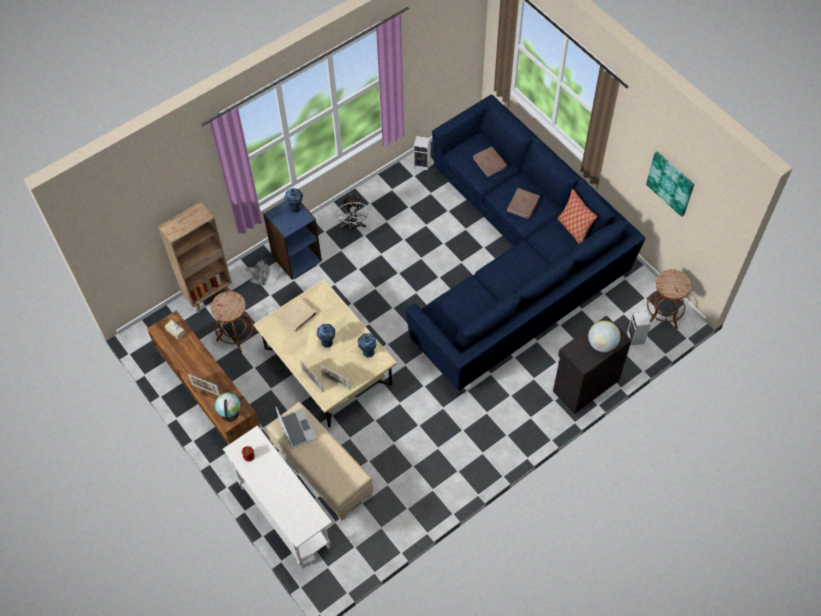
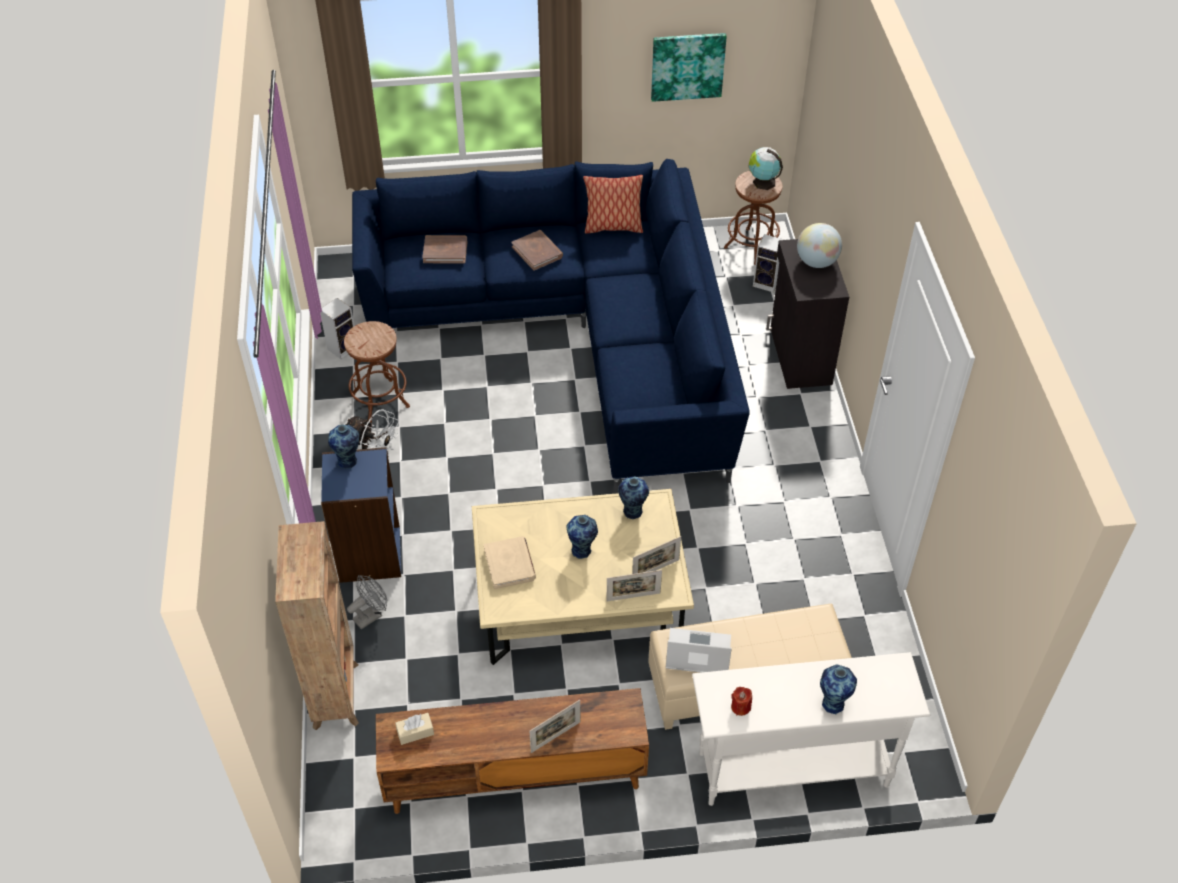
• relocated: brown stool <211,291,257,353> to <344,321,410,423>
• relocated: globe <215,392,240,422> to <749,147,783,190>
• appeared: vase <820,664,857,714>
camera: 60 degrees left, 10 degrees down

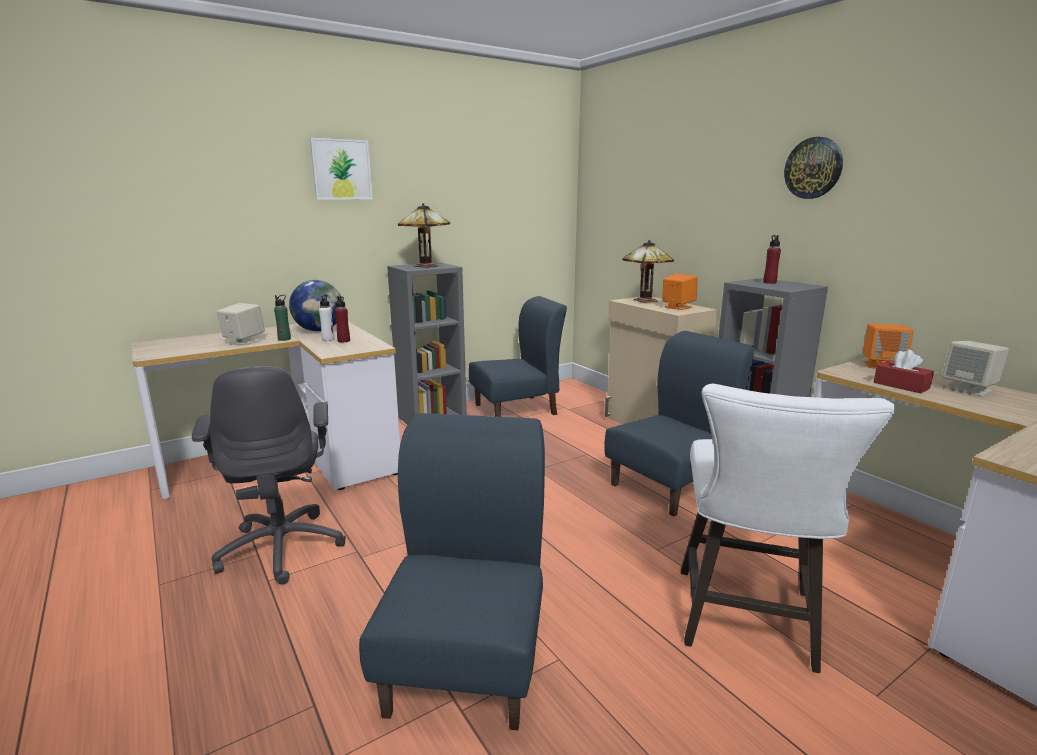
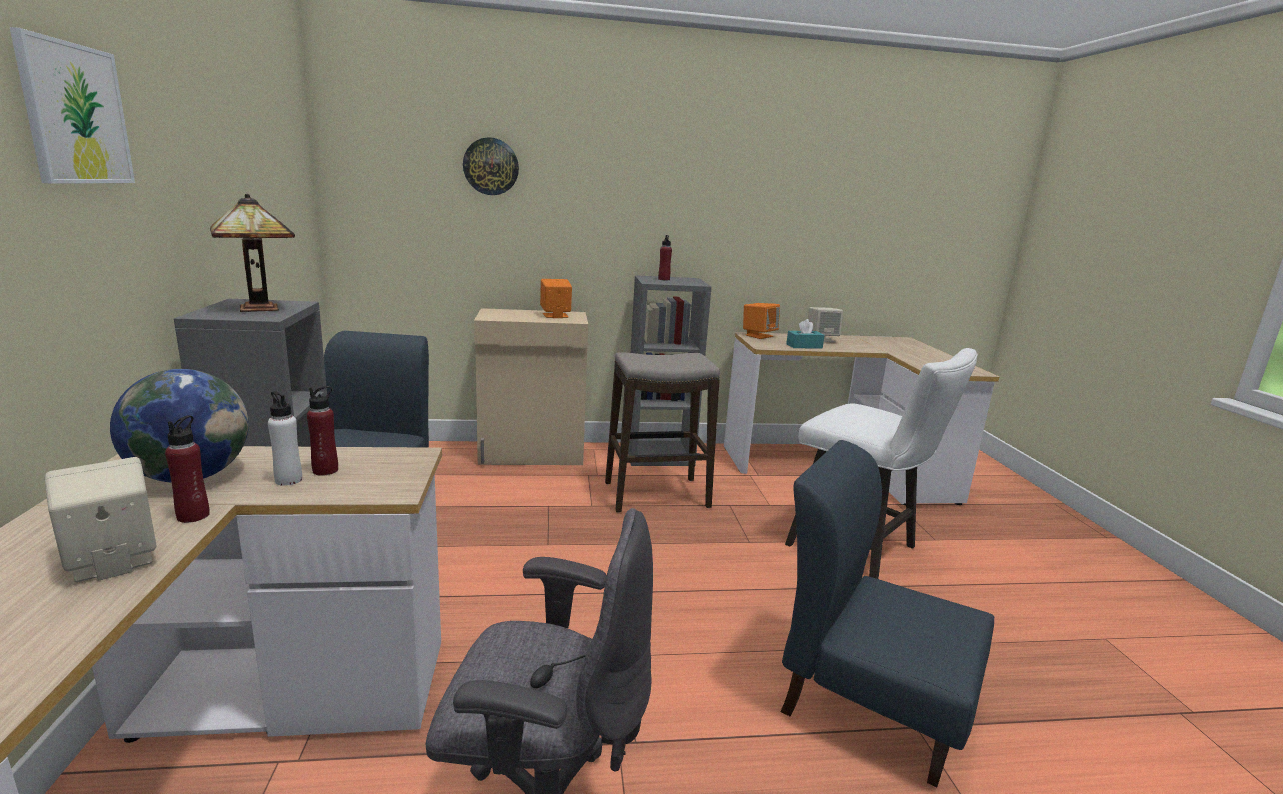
• colour: green bottle <274,295,291,341> to red bottle <165,415,210,523>
• exchanged: blue chair <604,331,754,517> to stool <605,352,720,513>
• missing: table lamp <622,240,674,303>
• relocated: wall clock <784,137,843,199> to <463,137,519,195>
• colour: red tissue box <874,350,934,393> to turquoise tissue box <786,319,825,348>
camera: 65 degrees left, 0 degrees up

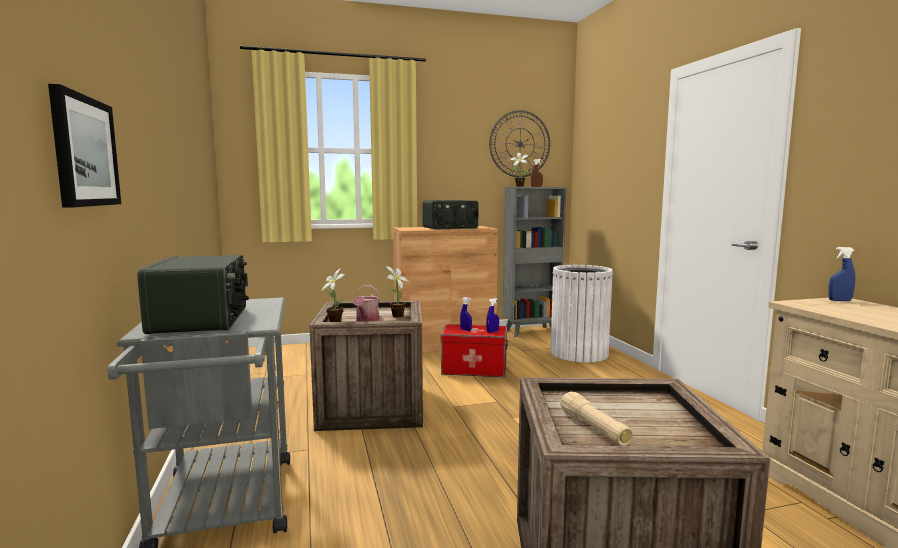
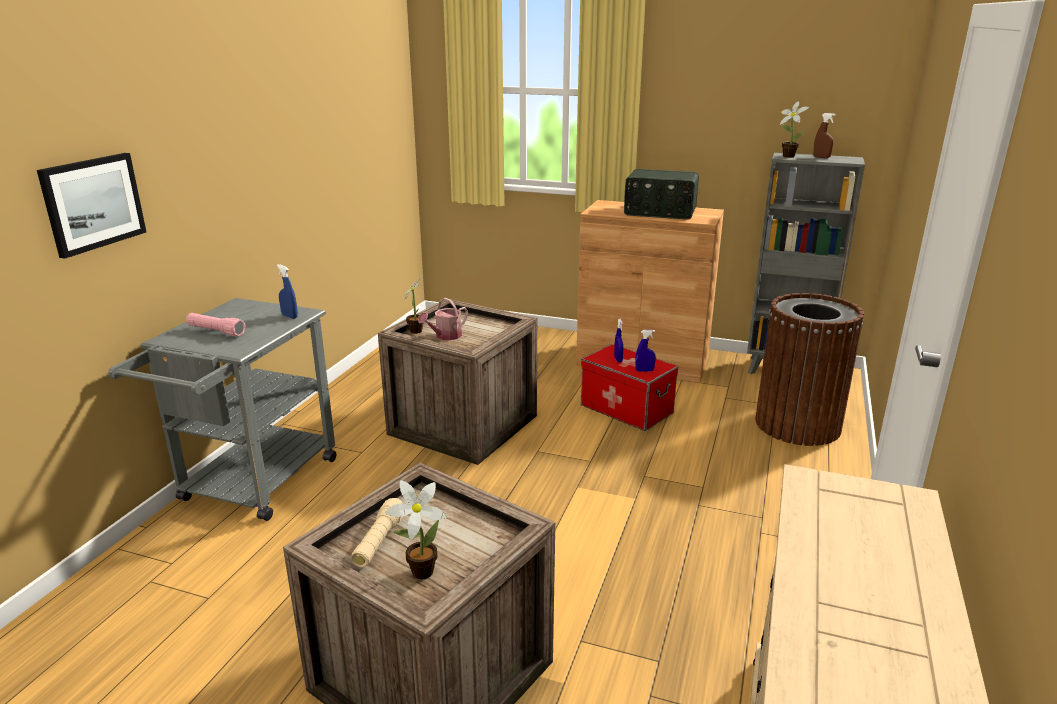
• exchanged: radio <137,255,249,334> to pink flashlight <186,313,246,336>
• relocated: potted plant <386,266,409,317> to <385,480,447,580>
• missing: wall clock <489,110,550,177>
• colour: white trash can <551,265,613,362> to brown trash can <755,293,864,446>
• relocated: blue spray bottle <828,247,855,301> to <277,264,298,319>
camera: 35 degrees right, 15 degrees up

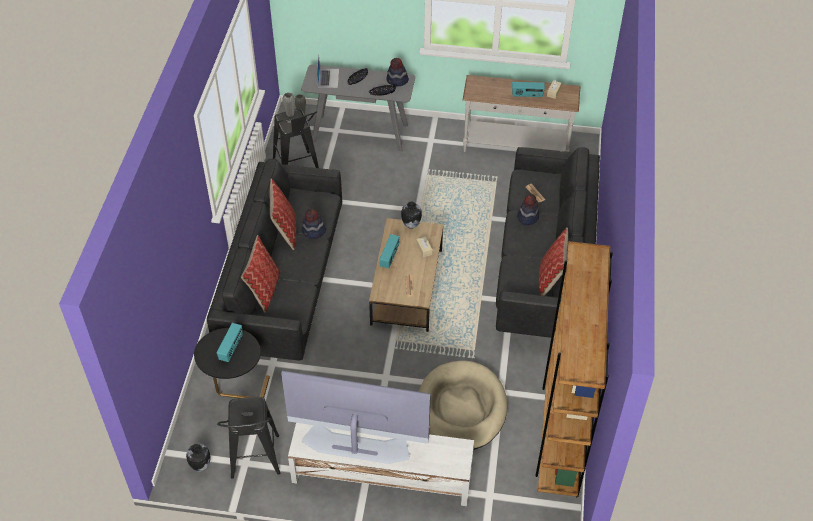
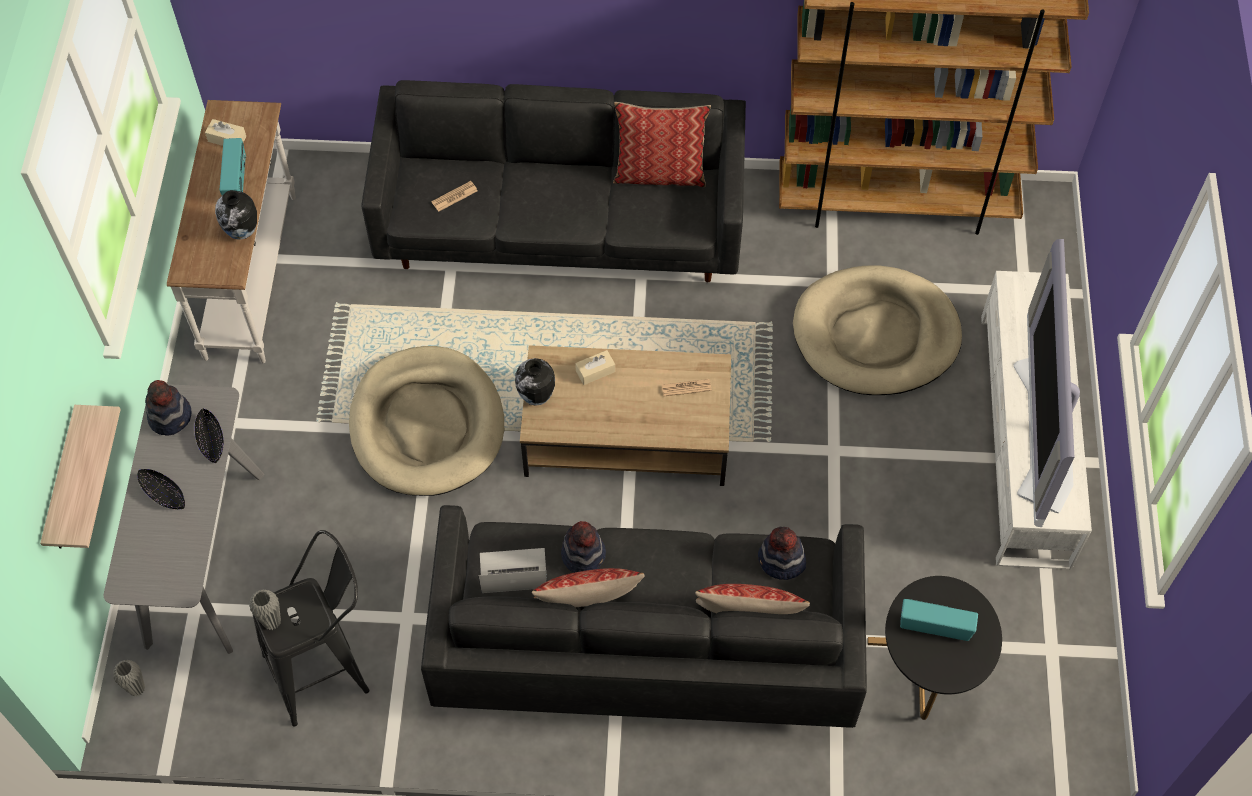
• relocated: vase <186,444,211,472> to <215,190,257,240>
• missing: black stool <217,397,280,479>
• relocated: laptop <317,56,339,88> to <479,548,547,593>
• missing: radio <380,234,400,268>
• relocated: hat <517,194,539,225> to <758,527,806,580>
• appeared: shelf <40,405,121,548>
• appeared: beige dog bed <349,346,504,496>
camera: 95 degrees left, 10 degrees up

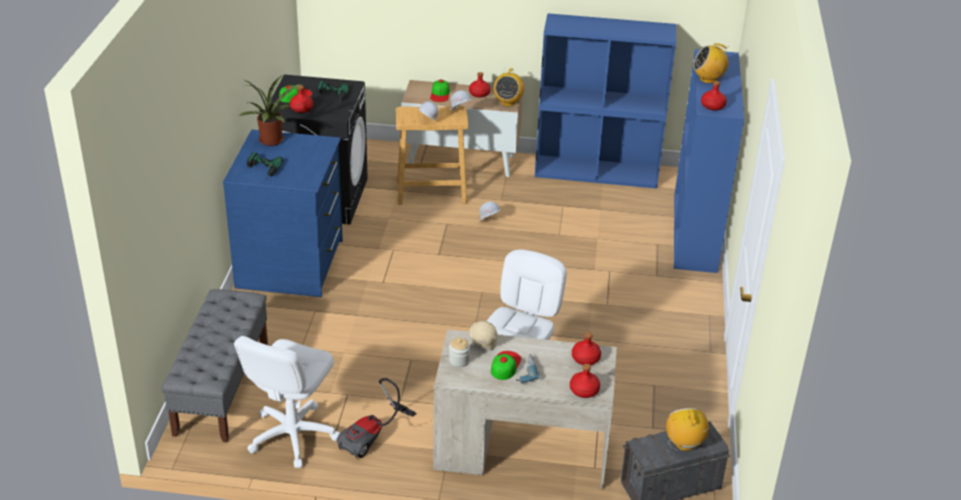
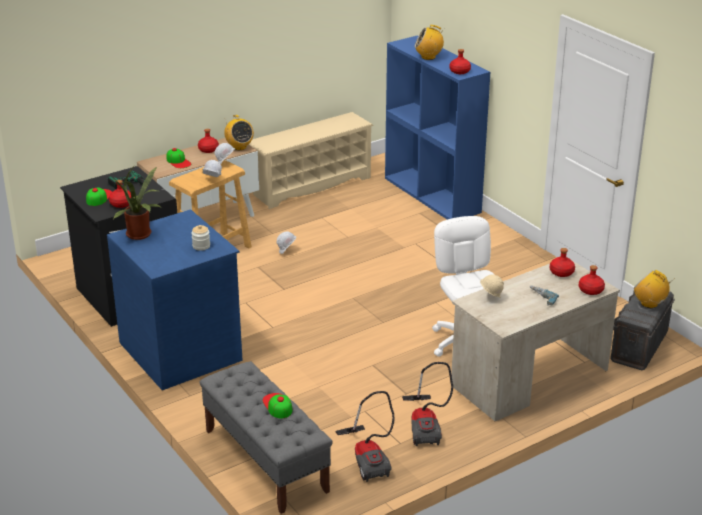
• exchanged: white office chair <234,336,340,468> to vacuum cleaner <336,391,394,482>
• missing: power drill <247,152,283,178>
• relocated: jar <449,338,470,367> to <191,225,210,251>
• relocated: cap <491,351,521,380> to <262,393,293,418>
• exchanged: blue bookcase <535,13,676,189> to beige shoe rack <249,112,374,209>
• spun: radio <693,43,728,83> = <415,25,445,60> 45 degrees clockwise
camera: 40 degrees left, 5 degrees down

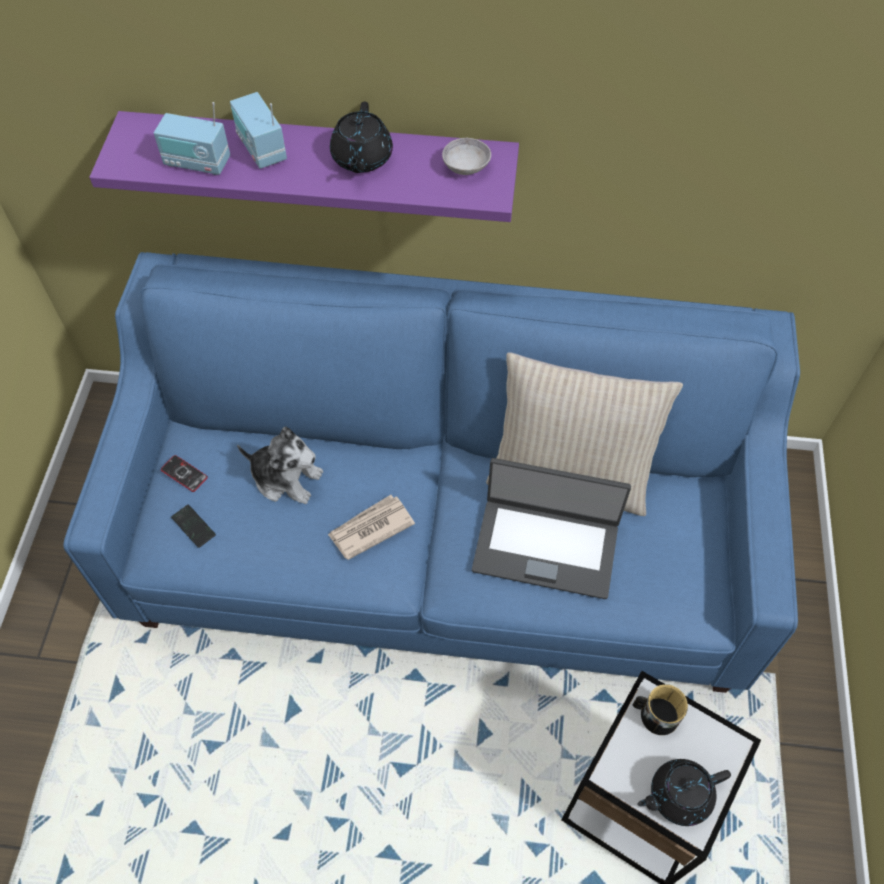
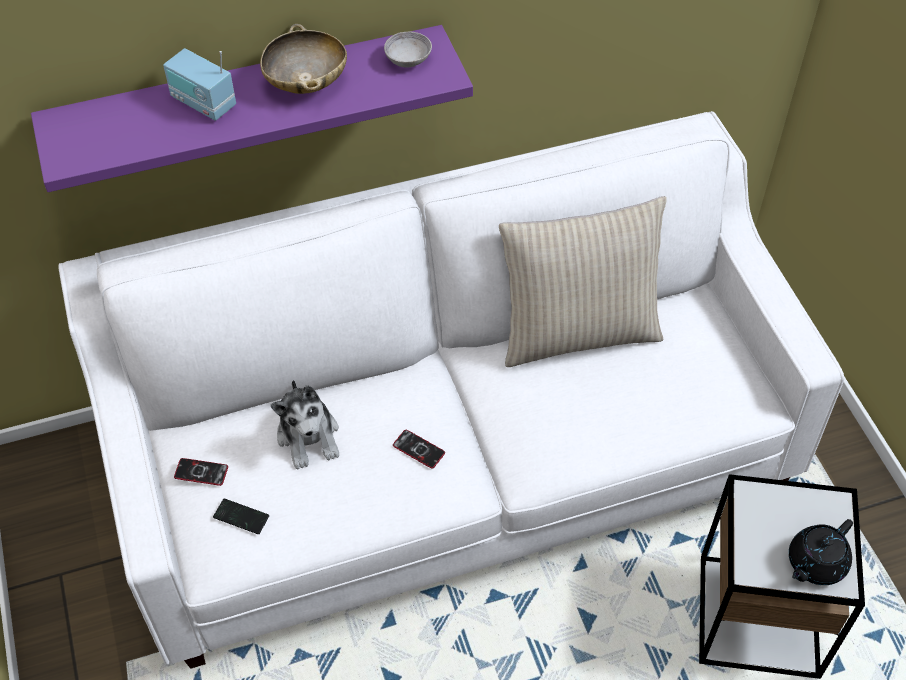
• colour: blue sofa <63,252,800,693> to white sofa <59,111,844,669>
• missing: radio <154,102,230,175>
• spun: plush toy <237,427,323,504> = <271,381,339,470> 75 degrees clockwise
• exchanged: newspaper <328,495,415,560> to phone <393,430,445,469>
• exchanged: black teapot <330,102,393,173> to beige bowl <260,24,347,94>
• missing: laptop <472,458,631,599>
• missing: mug <633,684,688,735>
camera: 25 degrees left, 5 degrees down

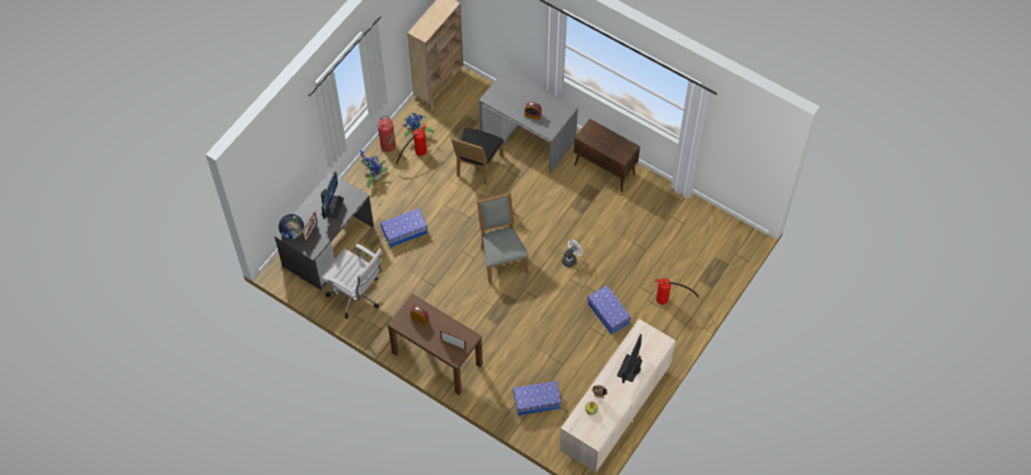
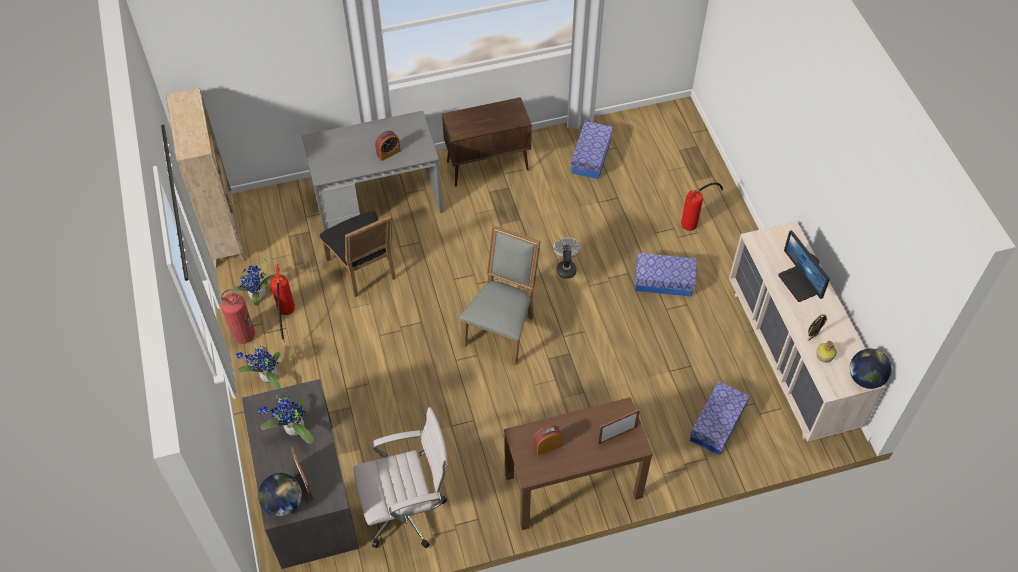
• exchanged: monitor <321,172,344,219> to potted plant <258,395,314,444>
• relocated: storage box <380,208,428,247> to <571,121,613,179>
• spun: grey chair <477,193,529,283> = <460,225,541,365> 90 degrees clockwise
• appeared: globe <850,348,892,389>
camera: 50 degrees left, 5 degrees down

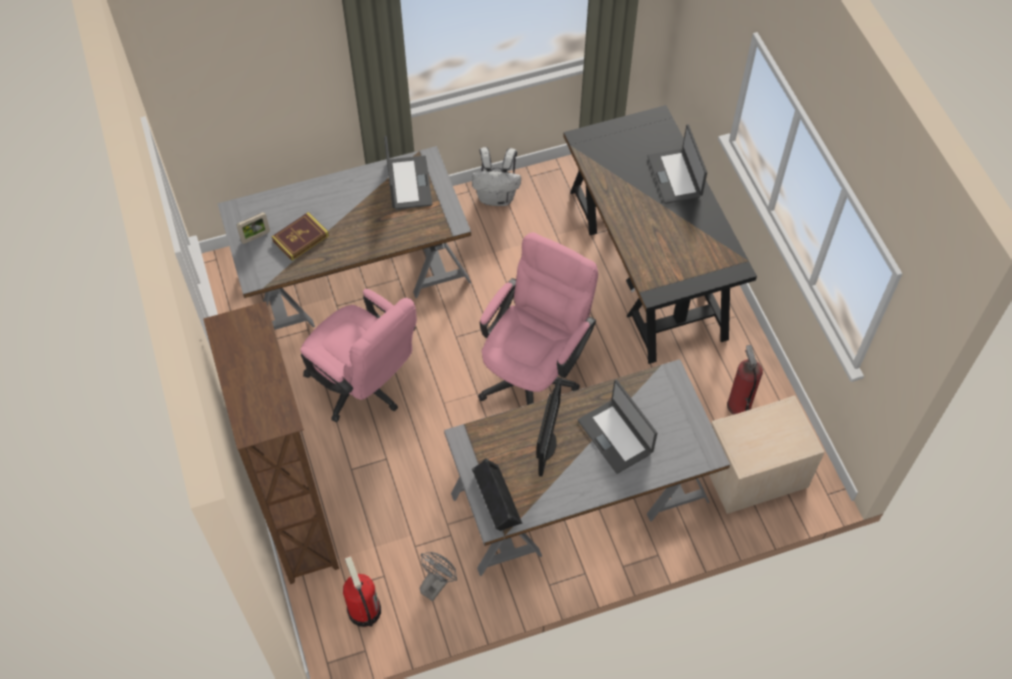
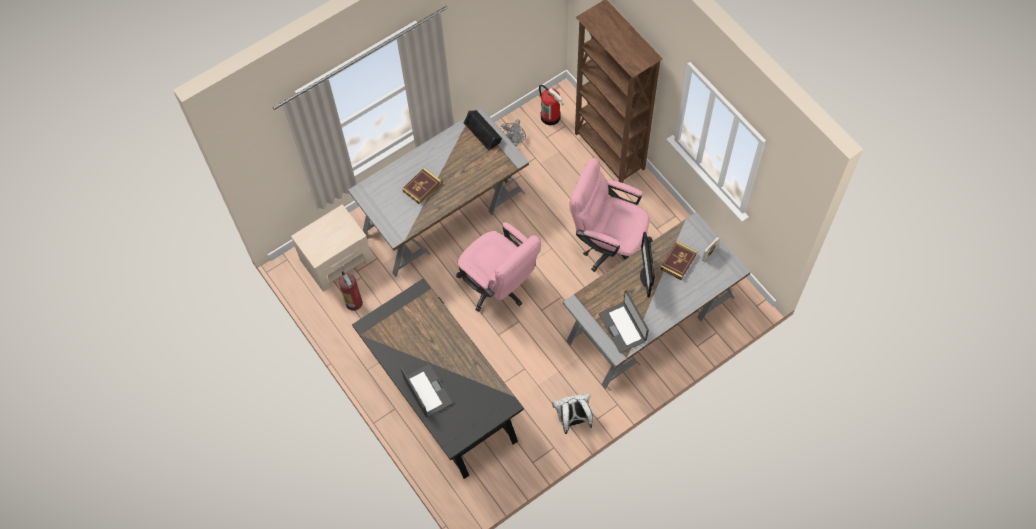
• spun: pink office chair <478,232,598,405> = <456,222,541,312> 60 degrees counterclockwise
• relocated: monitor <536,378,562,477> to <640,232,655,297>
• exchanged: laptop <578,380,657,474> to book <402,168,441,204>
camera: 165 degrees right, 5 degrees up

